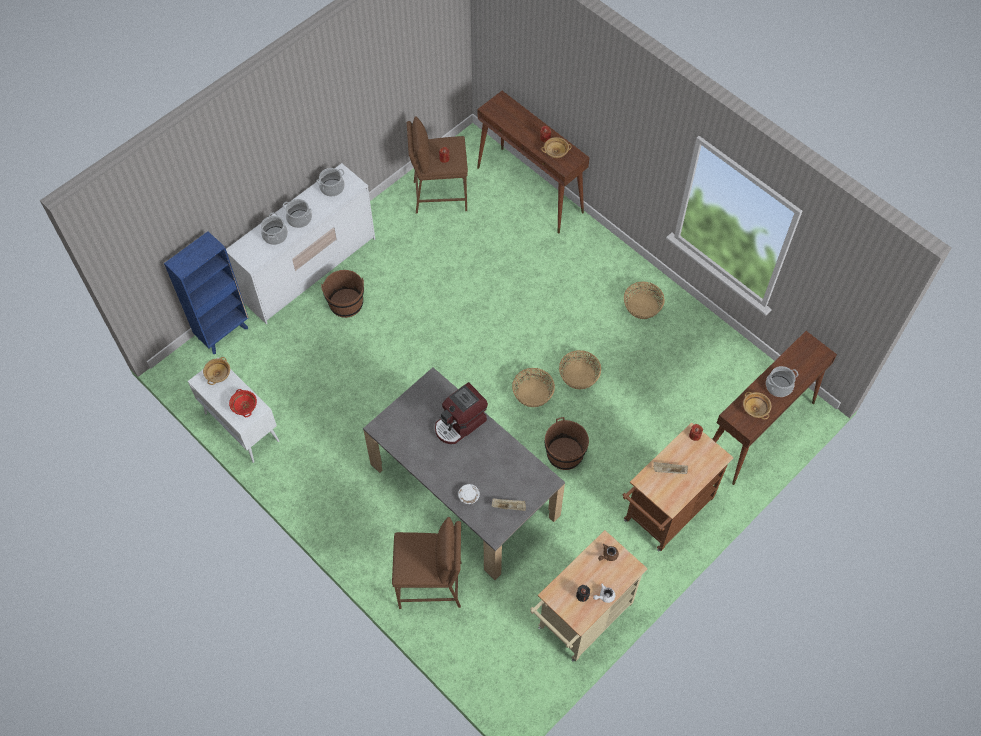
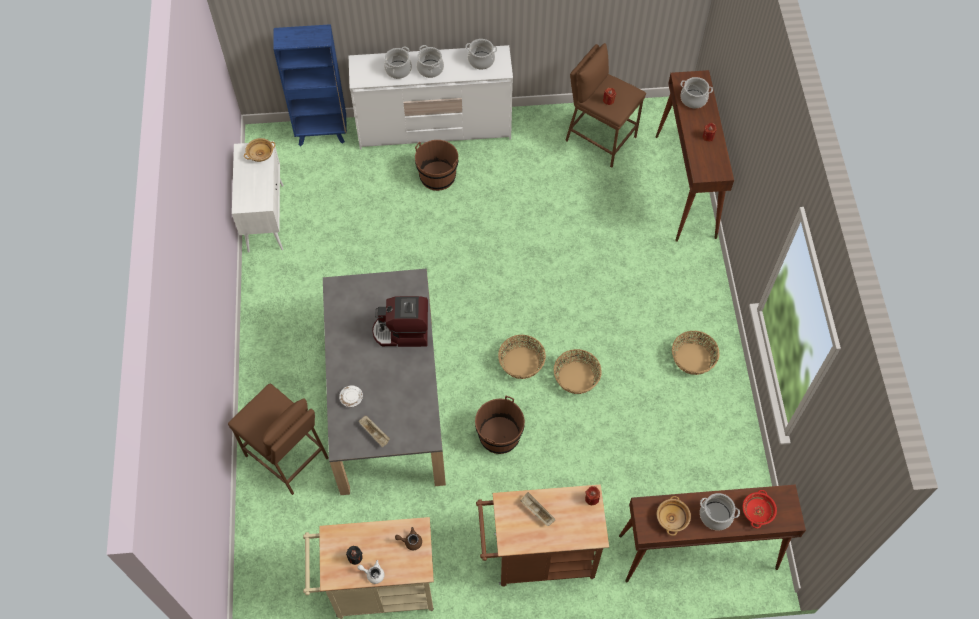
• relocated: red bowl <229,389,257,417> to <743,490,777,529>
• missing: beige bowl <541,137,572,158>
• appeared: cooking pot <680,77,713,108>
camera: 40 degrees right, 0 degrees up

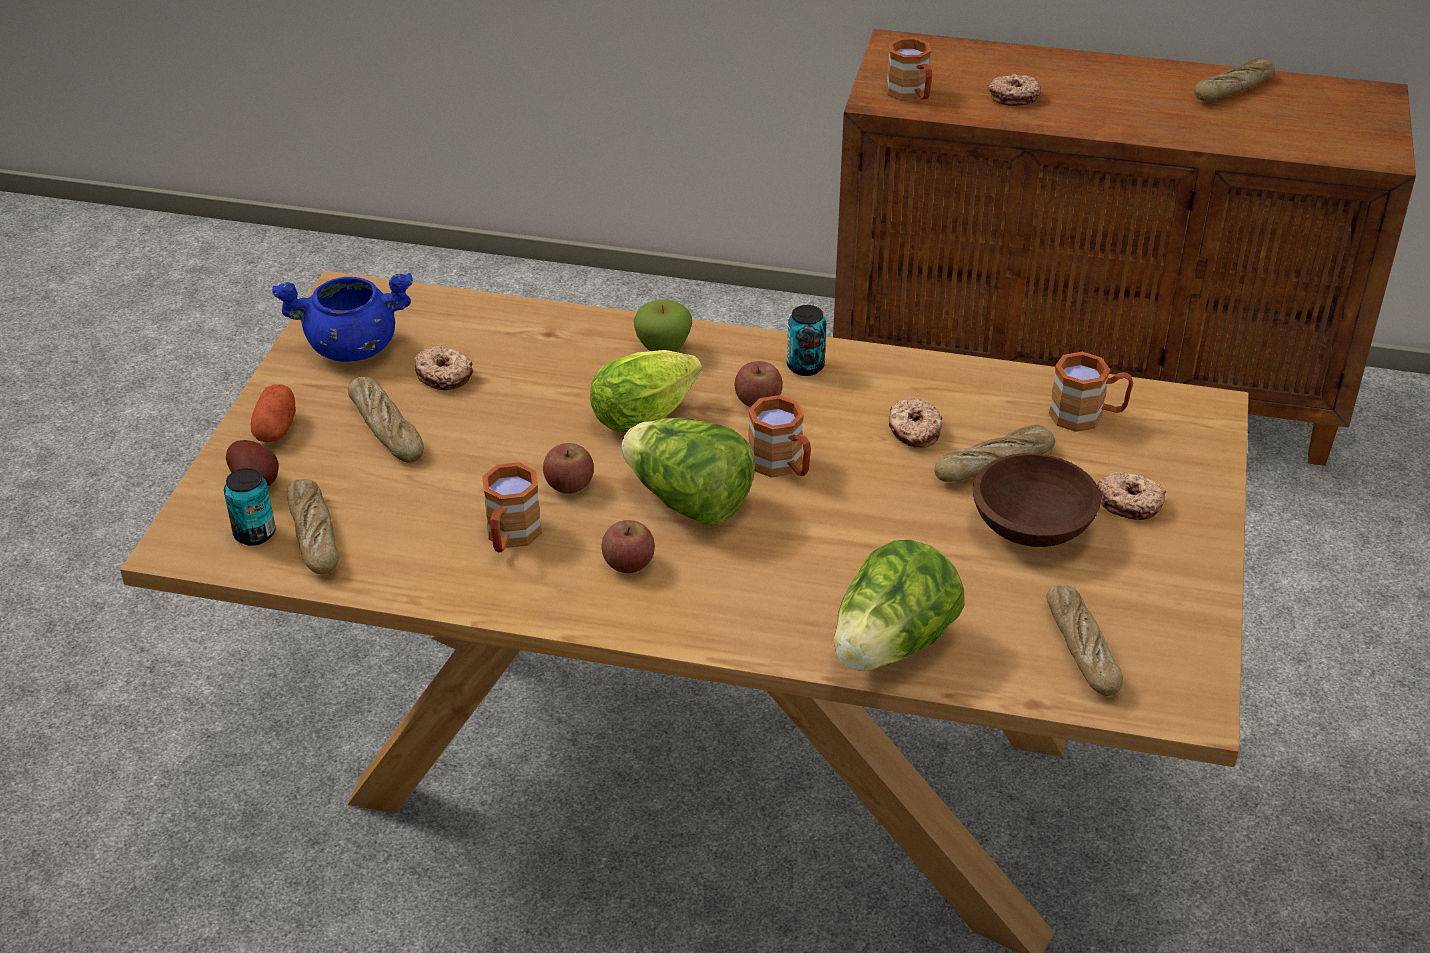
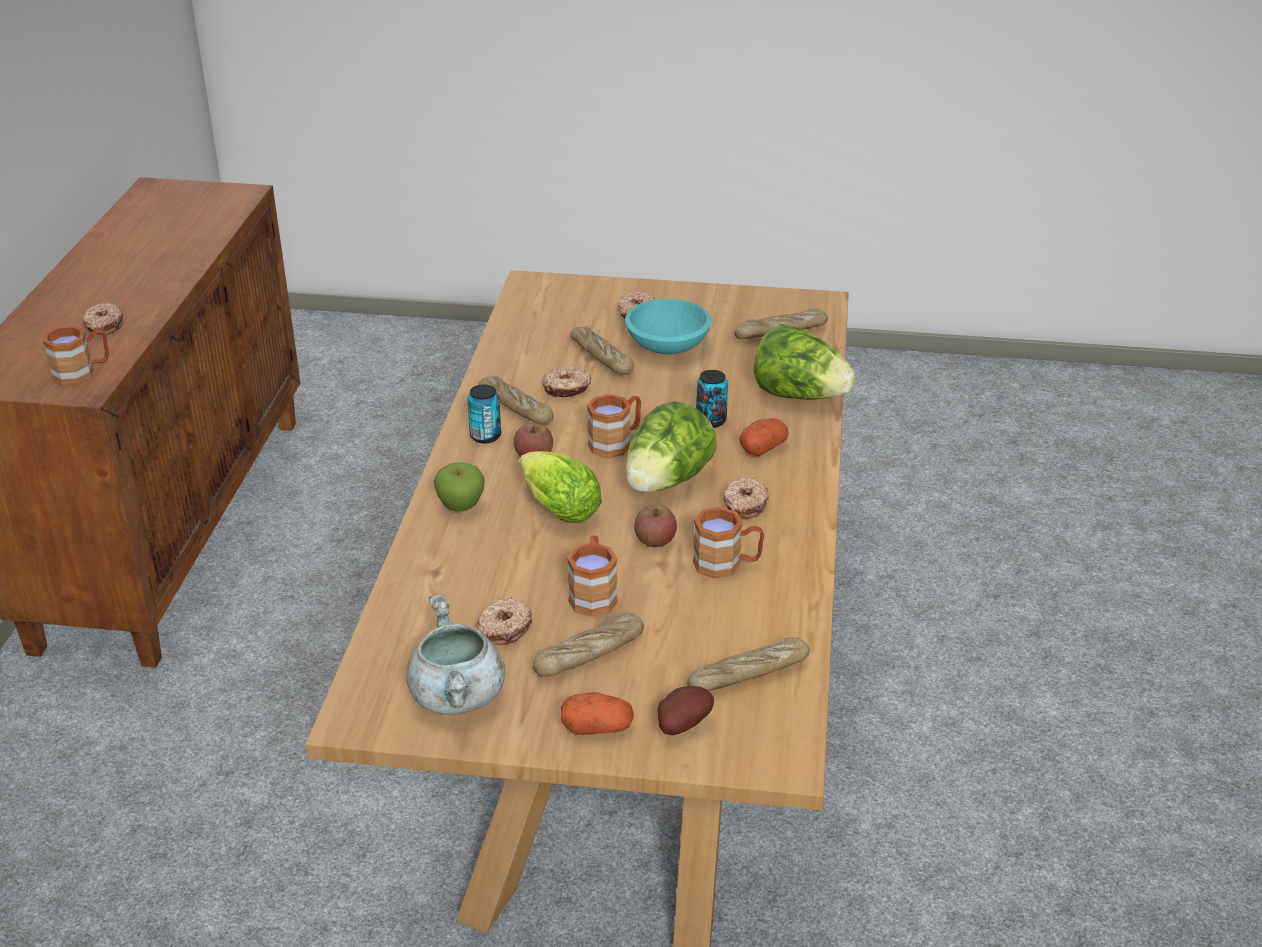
• relocated: can <224,468,276,546> to <696,370,728,428>
• colour: blue cooking pot <272,273,413,362> to grey cooking pot <406,594,505,715>
• exchanged: apple <601,520,655,573> to donut <723,478,769,518>
• colour: brown bowl <973,453,1101,547> to turquoise bowl <625,299,712,354>
• relocated: brown mug <1049,352,1133,432> to <567,535,618,617>
• relocated: bread <1194,57,1275,101> to <479,376,554,425>
• appeared: potato <740,418,788,456>
camera: 95 degrees left, 5 degrees down

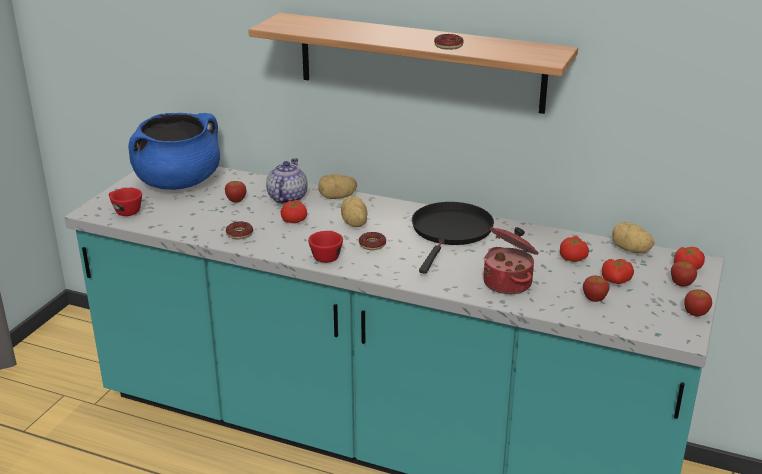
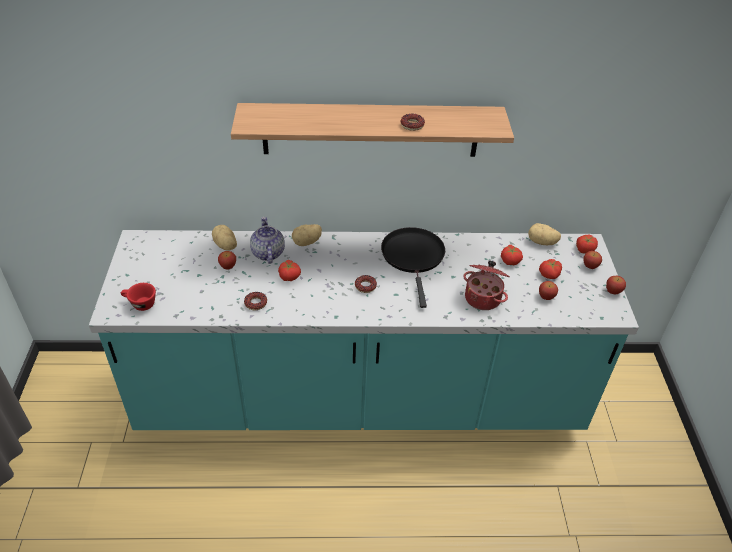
• missing: blue cooking pot <129,113,220,190>
• missing: red cup <308,231,343,263>
• relocated: potato <341,196,368,227> to <212,225,237,251>
camera: 25 degrees left, 15 degrees up

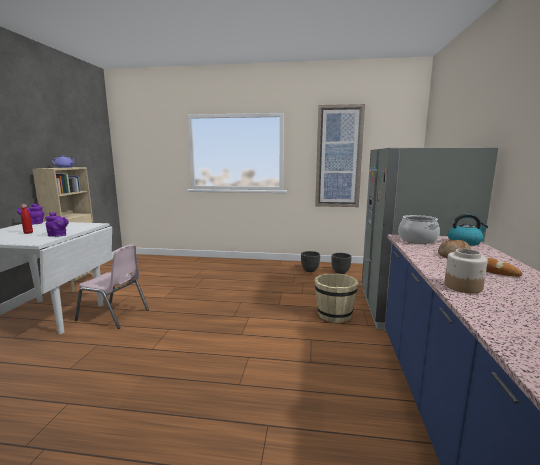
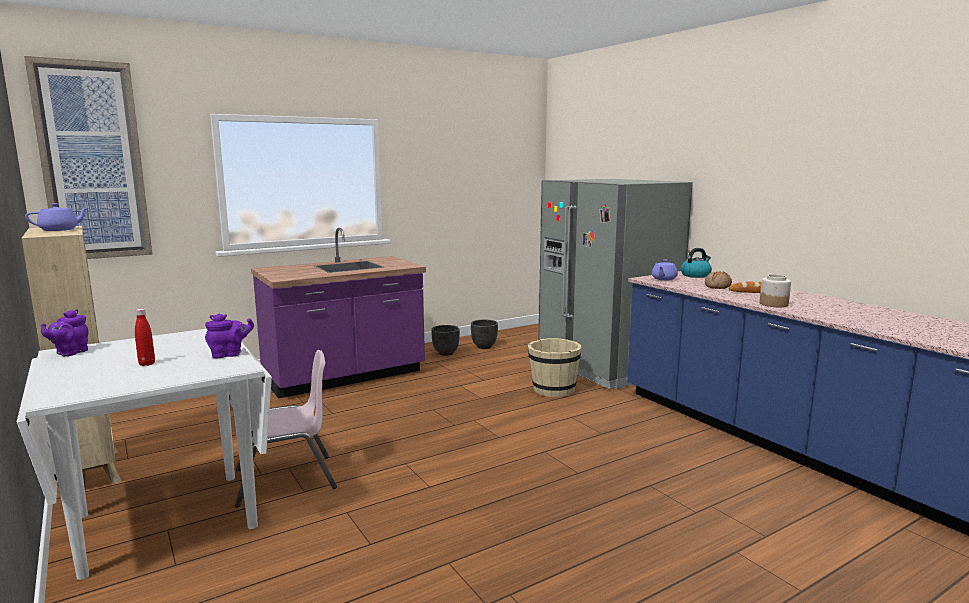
• relocated: picture <315,104,365,207> to <24,56,152,259>
• exchanged: cooking pot <398,215,440,244> to purple teapot <652,259,678,280>
• appeared: purple counter <251,228,426,399>
camera: 40 degrees left, 0 degrees up

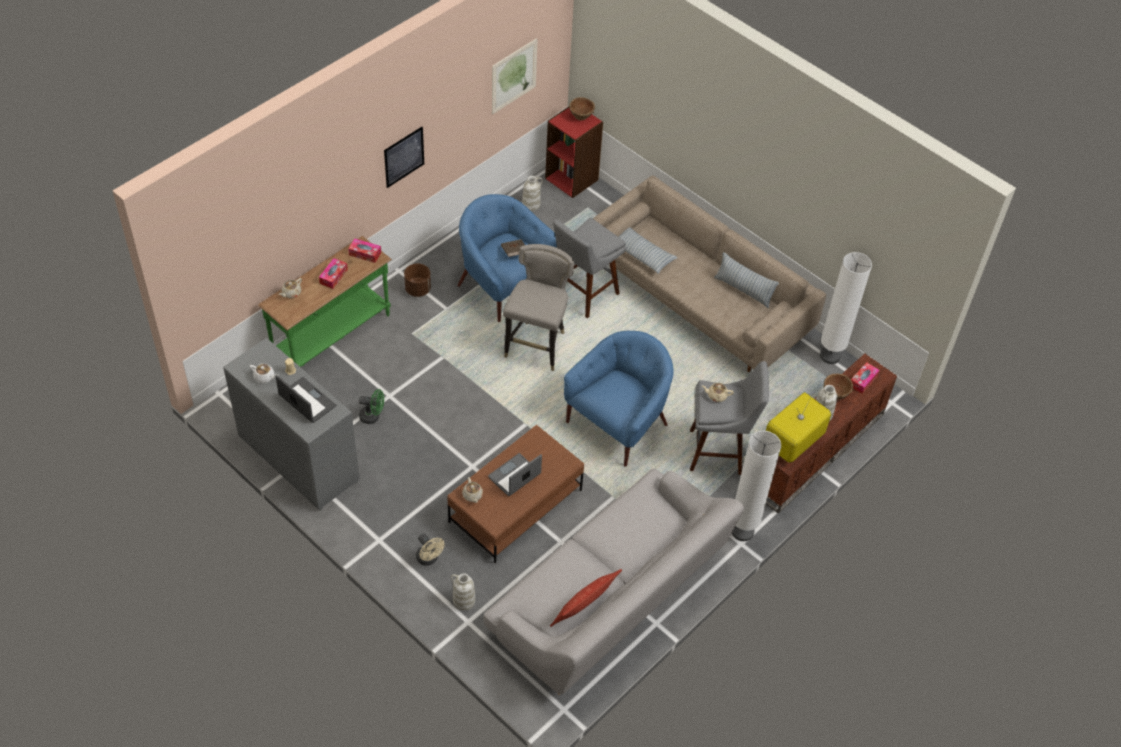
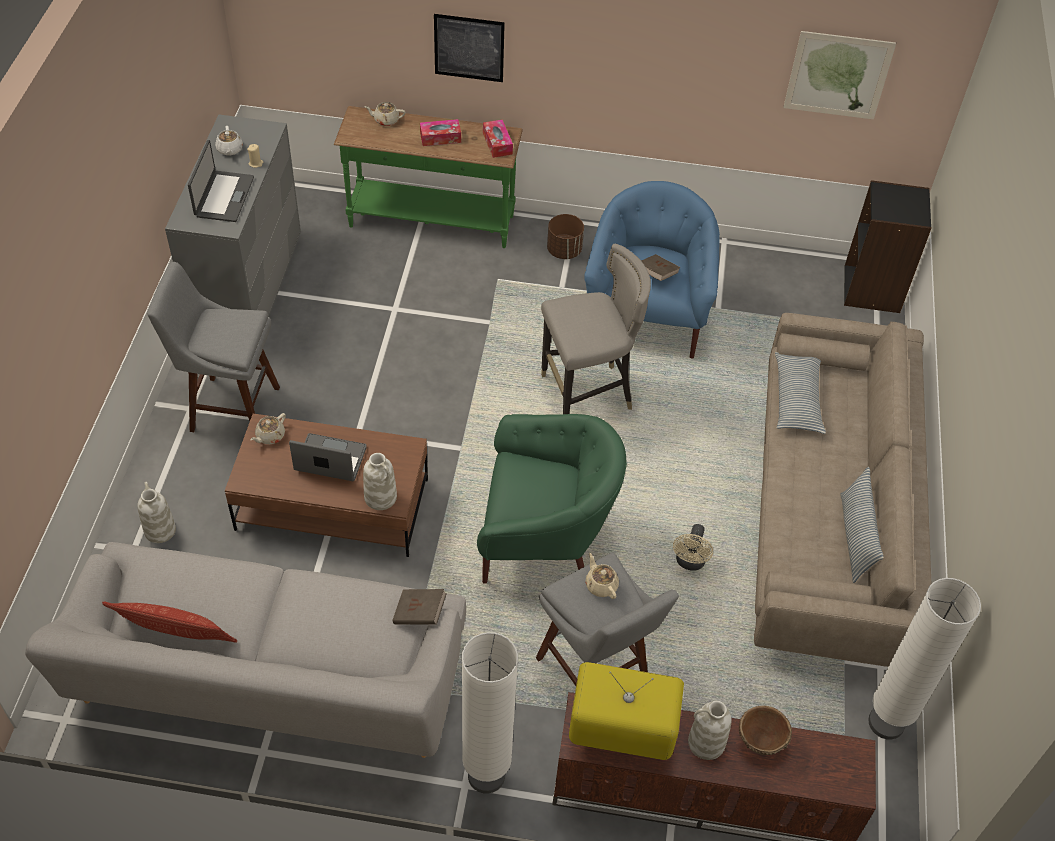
• missing: green fan <359,389,384,424>
• relocated: picture <384,127,424,188> to <434,14,505,82>
• relocated: beige fan <416,533,445,566> to <673,524,713,571>
• relocated: white vase <522,176,543,211> to <363,453,397,510>
• colour: red bookcase <545,107,603,198> to black bookcase <844,180,932,313>
• relocated: grey stool <553,218,626,318> to <147,262,280,432>
• colour: blue armchair <564,331,674,467> to green armchair <477,414,627,584>
• missing: brown bowl <569,97,595,120>
• missing: tissue box <851,362,880,394>
• appeared: brown book <392,589,447,625>
camera: 55 degrees right, 0 degrees up

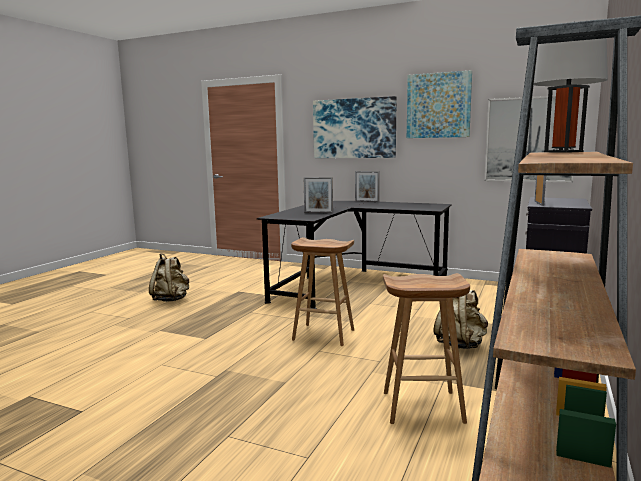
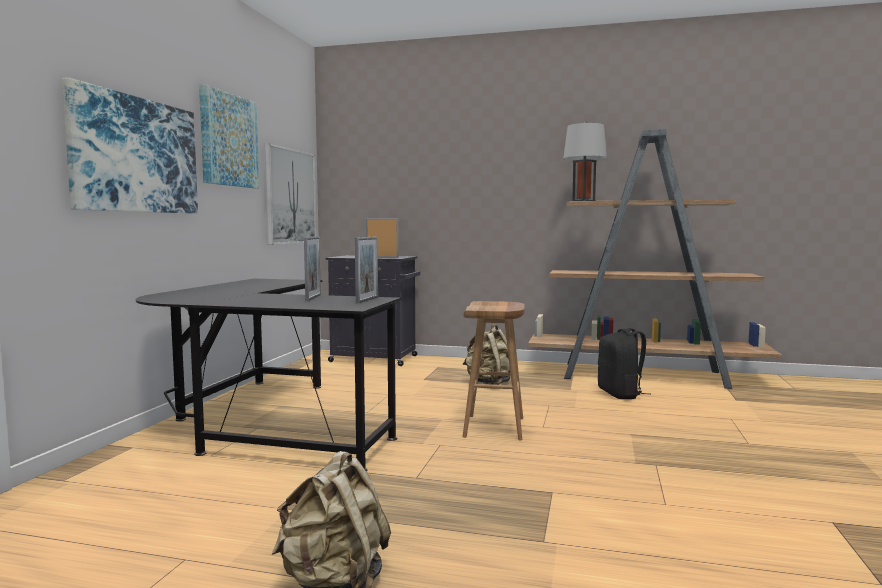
• relocated: picture frame <355,171,379,202> to <355,237,378,304>
• exchanged: brown stool <383,273,470,424> to black backpack <598,328,651,399>
camera: 100 degrees left, 5 degrees down

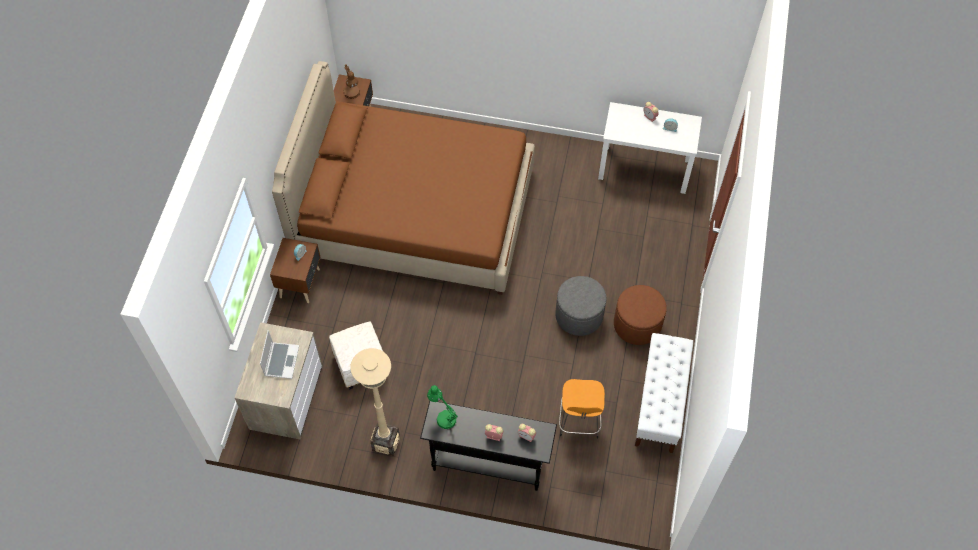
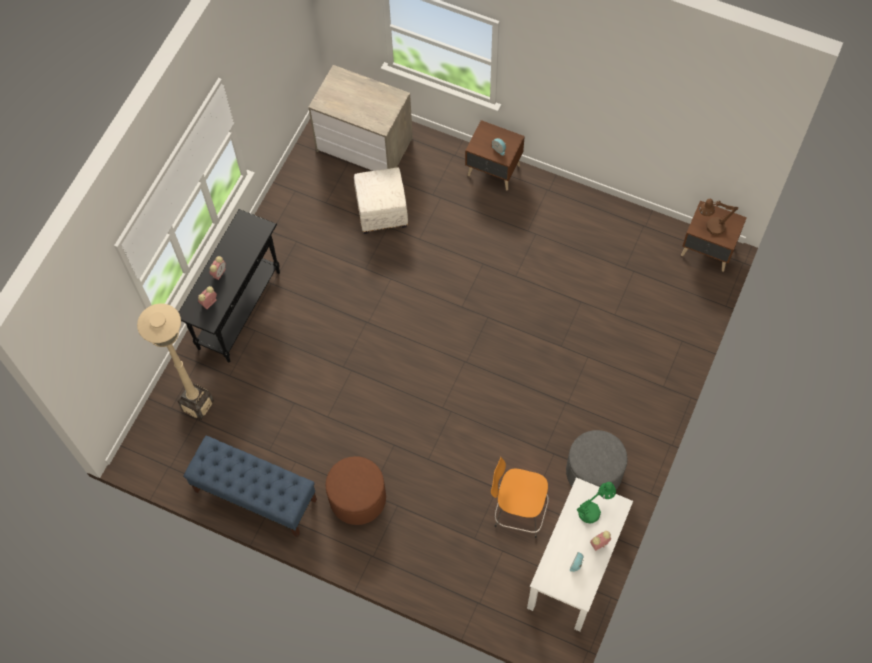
• missing: laptop <260,330,299,379>
• missing: brown bed <272,61,535,295>
• relocated: beige floor lamp <350,348,400,456> to <137,304,214,420>
• relocated: green table lamp <427,385,458,429> to <577,482,616,523>
• relocated: grey ottoman <555,276,607,336> to <566,430,628,489>
• relocated: orange stool <559,379,605,439> to <491,457,549,538>
• colour: white bench <635,333,693,453> to blue bench <183,436,317,537>
camera: 105 degrees right, 5 degrees up

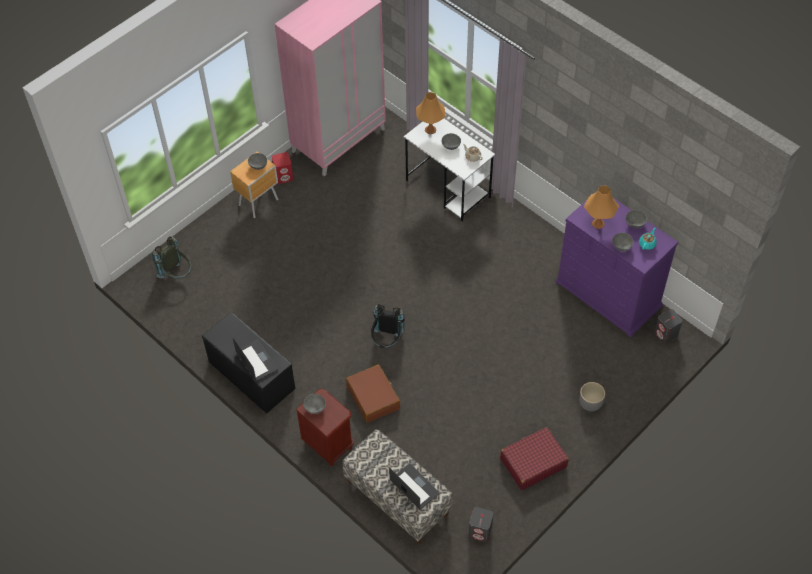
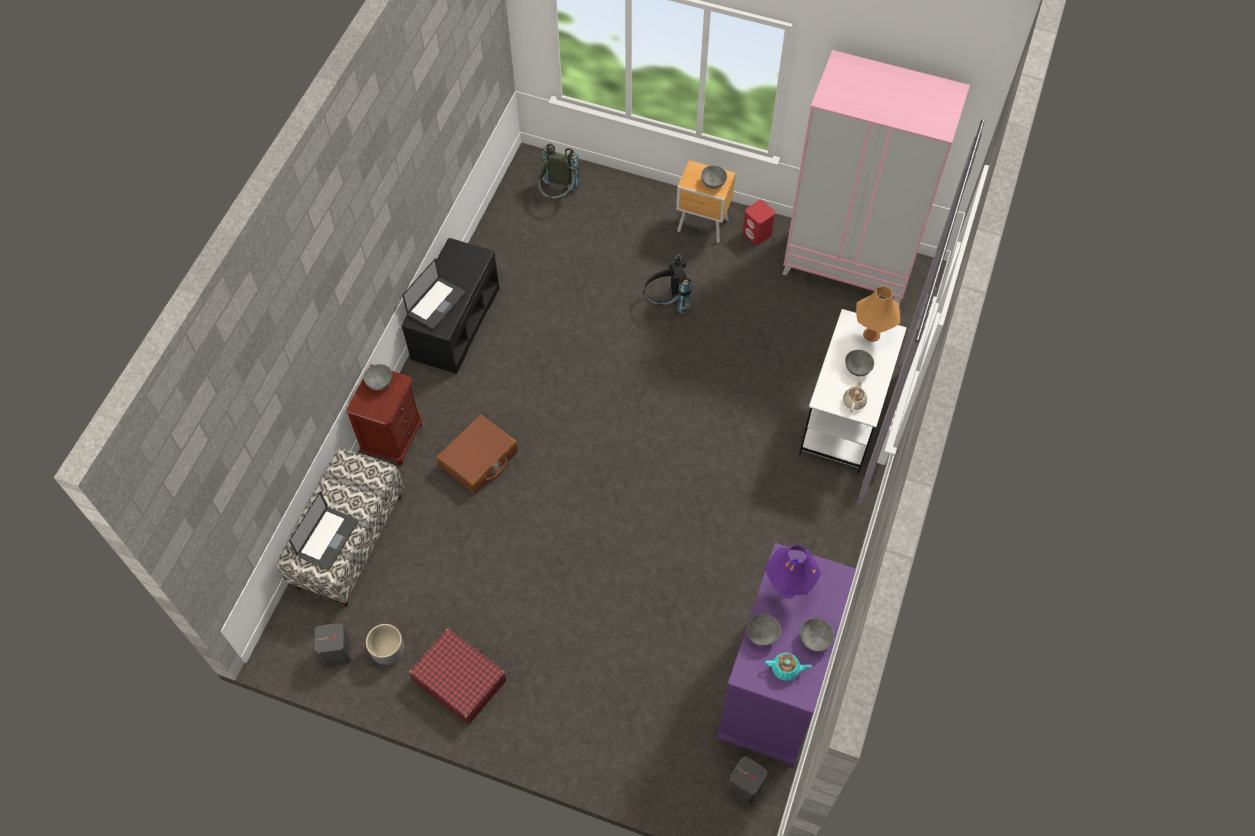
• relocated: black backpack <371,304,405,348> to <643,254,692,313>
• relocated: grey planter <579,382,605,411> to <366,624,404,665>
• colour: orange table lamp <584,186,619,229> to purple table lamp <765,545,821,598>
camera: 65 degrees right, 5 degrees up

